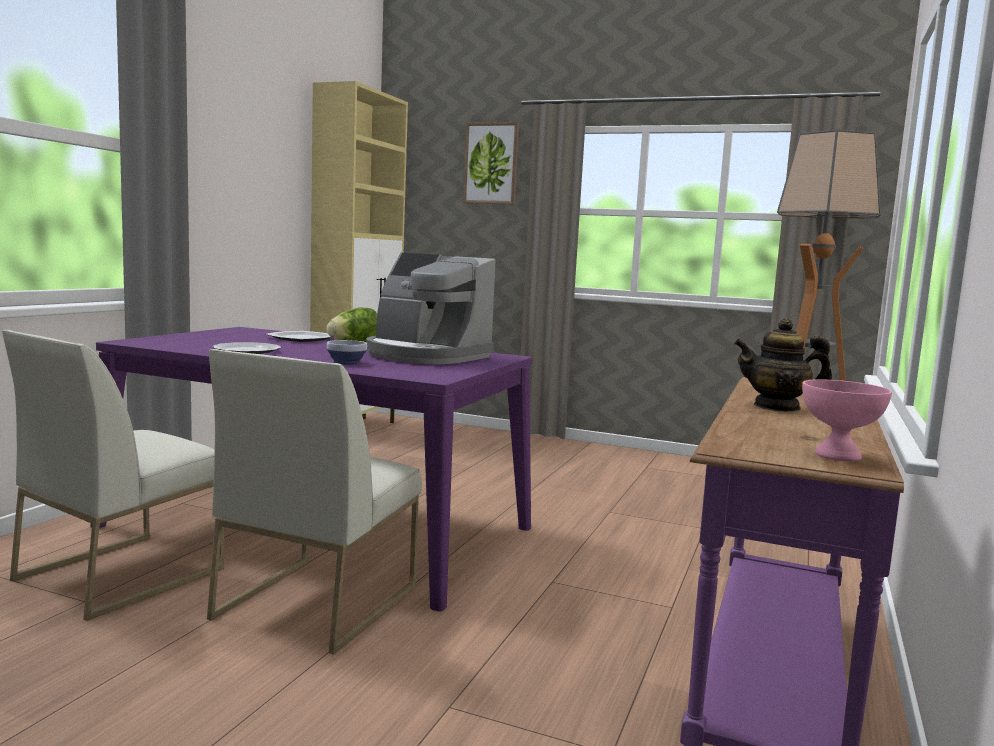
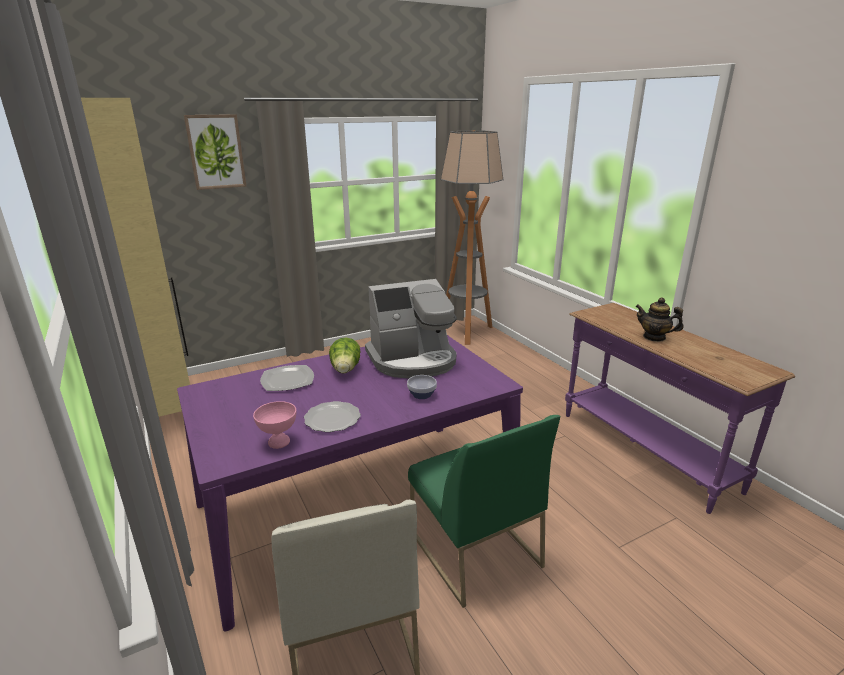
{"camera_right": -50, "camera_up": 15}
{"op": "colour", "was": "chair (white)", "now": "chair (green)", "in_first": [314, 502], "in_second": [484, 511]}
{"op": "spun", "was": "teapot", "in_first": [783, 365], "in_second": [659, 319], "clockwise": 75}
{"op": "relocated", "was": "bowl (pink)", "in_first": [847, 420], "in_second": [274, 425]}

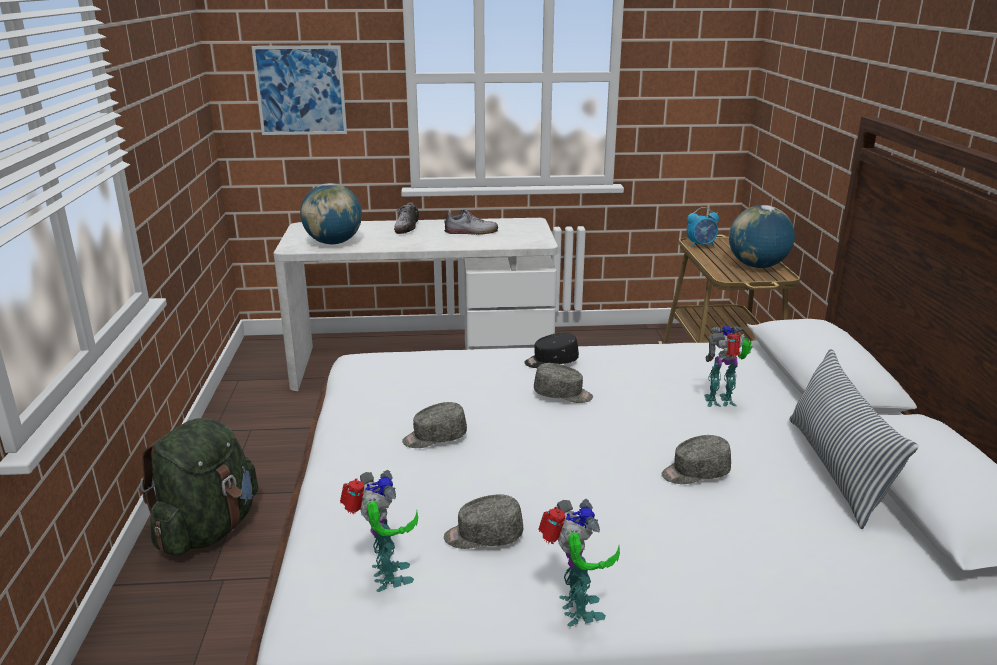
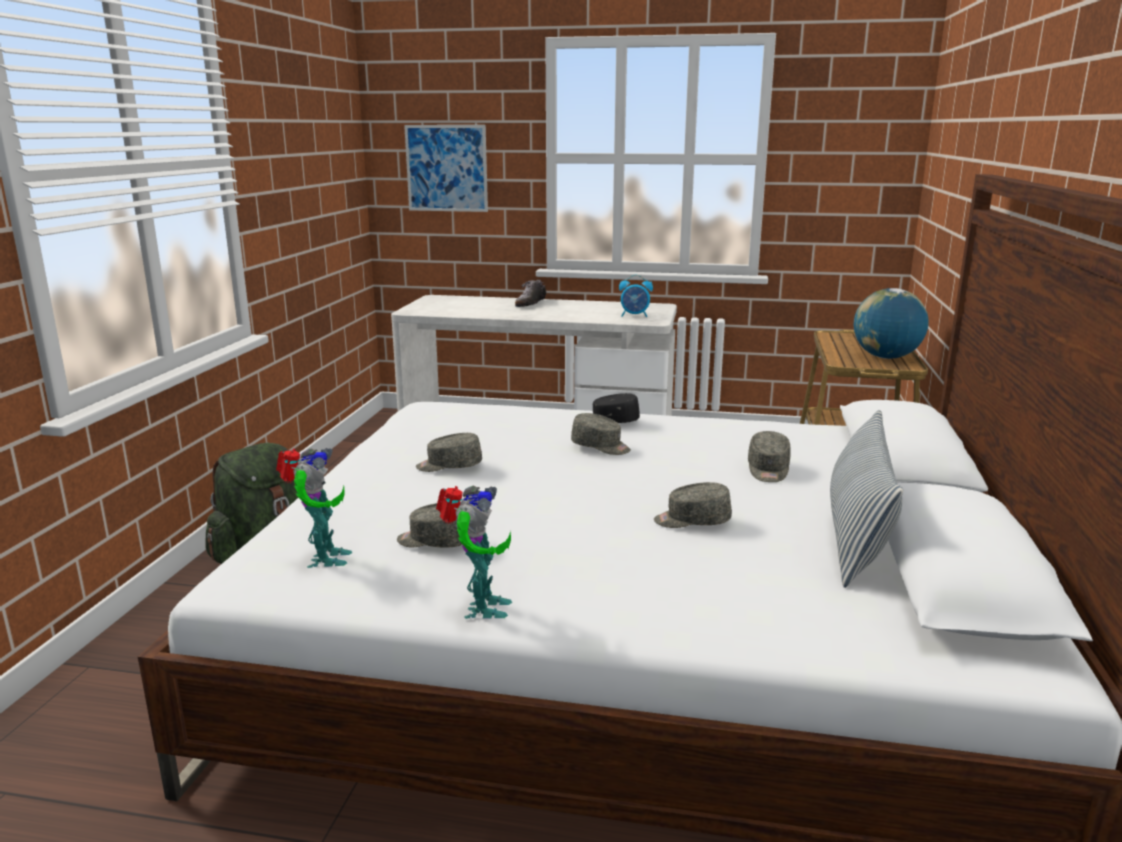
{"camera_right": 15, "camera_up": -5}
{"op": "missing", "was": "globe", "in_first": [331, 213]}
{"op": "missing", "was": "shoe", "in_first": [471, 222]}
{"op": "relocated", "was": "alarm clock", "in_first": [702, 227], "in_second": [636, 296]}
{"op": "exchanged", "was": "toy robot", "now": "cap (grey)", "in_first": [728, 366], "in_second": [769, 456]}

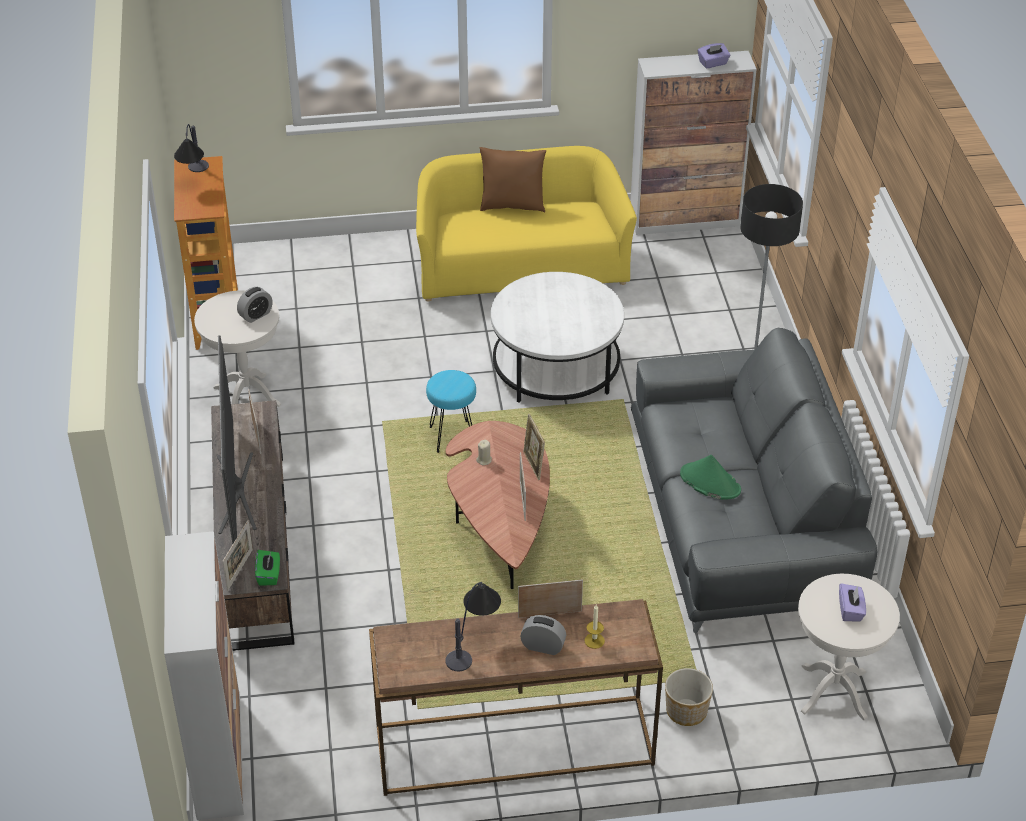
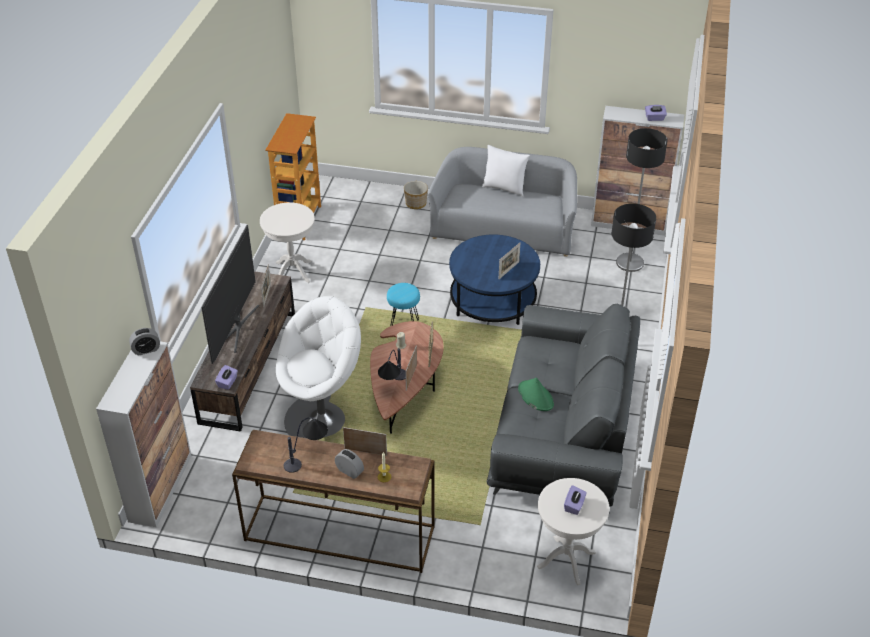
{"camera_right": 20, "camera_up": 0}
{"op": "relocated", "was": "table lamp", "in_first": [191, 148], "in_second": [392, 364]}
{"op": "relocated", "was": "picture frame", "in_first": [237, 555], "in_second": [509, 261]}
{"op": "relocated", "was": "alarm clock", "in_first": [255, 305], "in_second": [144, 342]}
{"op": "colour", "was": "tissue box (green)", "now": "tissue box (purple)", "in_first": [267, 568], "in_second": [226, 377]}
{"op": "colour", "was": "sofa (yellow)", "now": "sofa (grey)", "in_first": [526, 224], "in_second": [502, 202]}
{"op": "colour", "was": "pillow (brown)", "now": "pillow (white)", "in_first": [513, 180], "in_second": [506, 171]}
{"op": "colour", "was": "coffee table (white)", "now": "coffee table (blue)", "in_first": [557, 337], "in_second": [494, 279]}
{"op": "relocated", "was": "planter", "in_first": [689, 697], "in_second": [416, 195]}
{"op": "appeared", "now": "armchair (white)", "in_second": [318, 367]}
{"op": "appeared", "now": "floor lamp", "in_second": [642, 200]}

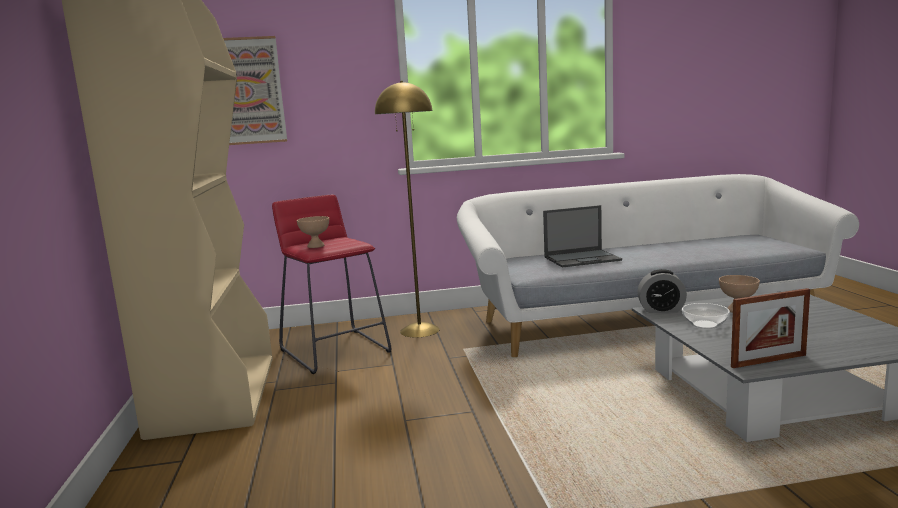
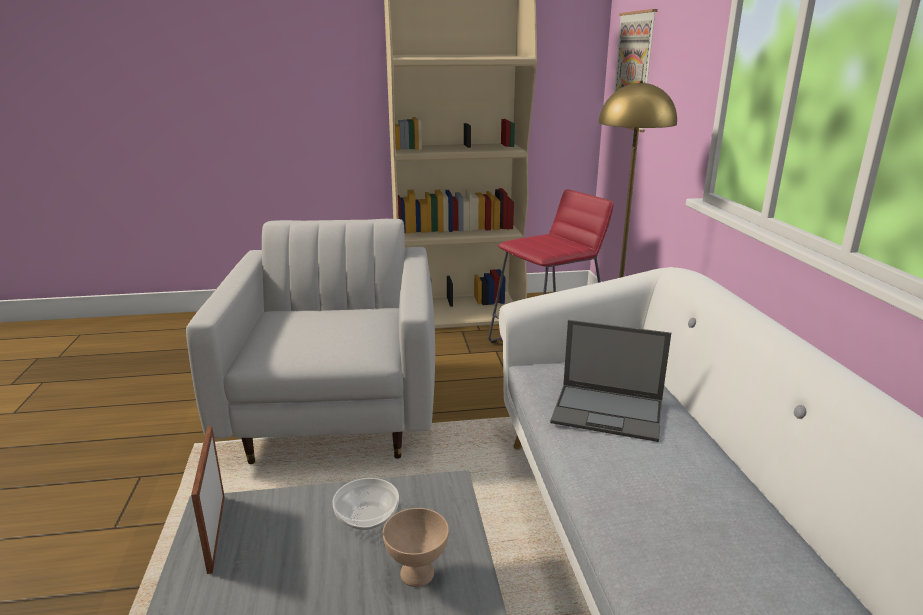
{"camera_right": 90, "camera_up": 10}
{"op": "missing", "was": "bowl (beige)", "in_first": [313, 232]}
{"op": "spun", "was": "laptop", "in_first": [582, 236], "in_second": [610, 381], "clockwise": -60}
{"op": "missing", "was": "alarm clock", "in_first": [662, 291]}
{"op": "appeared", "now": "armchair (white)", "in_second": [310, 341]}

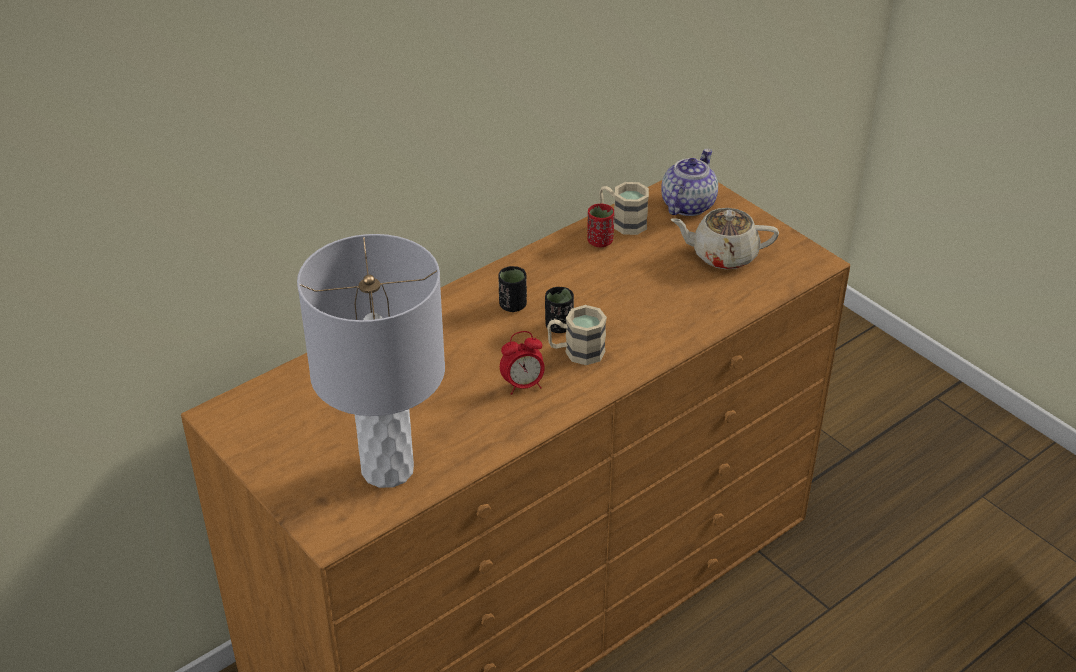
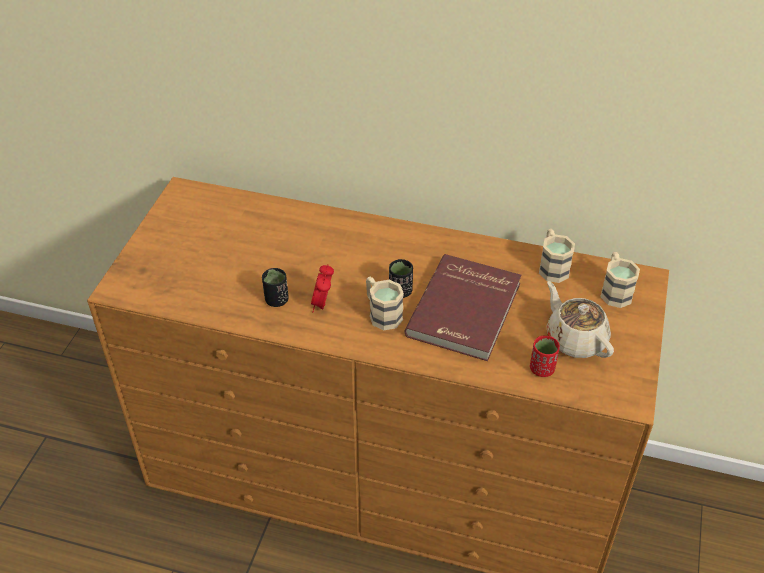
{"camera_right": 55, "camera_up": 5}
{"op": "missing", "was": "table lamp (grey)", "in_first": [371, 361]}
{"op": "relocated", "was": "cup (black)", "in_first": [512, 289], "in_second": [275, 287]}
{"op": "spun", "was": "alarm clock", "in_first": [522, 363], "in_second": [322, 288], "clockwise": 60}
{"op": "relocated", "was": "cup (red)", "in_first": [600, 225], "in_second": [545, 356]}
{"op": "exchanged", "was": "teapot", "now": "mug (beige)", "in_first": [689, 182], "in_second": [620, 280]}
{"op": "appeared", "now": "book (red)", "in_second": [463, 307]}

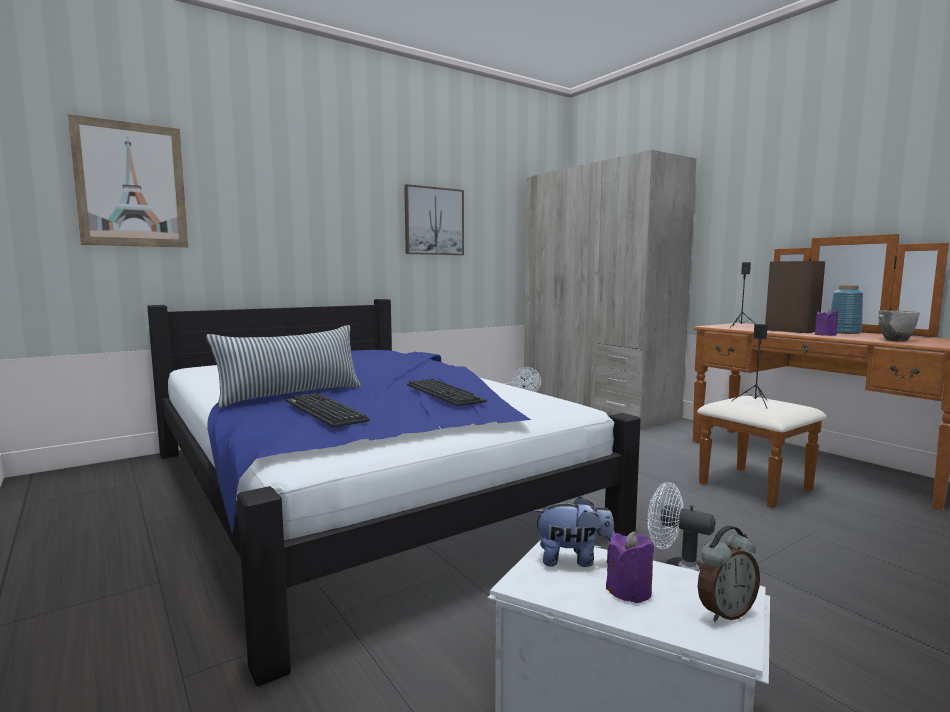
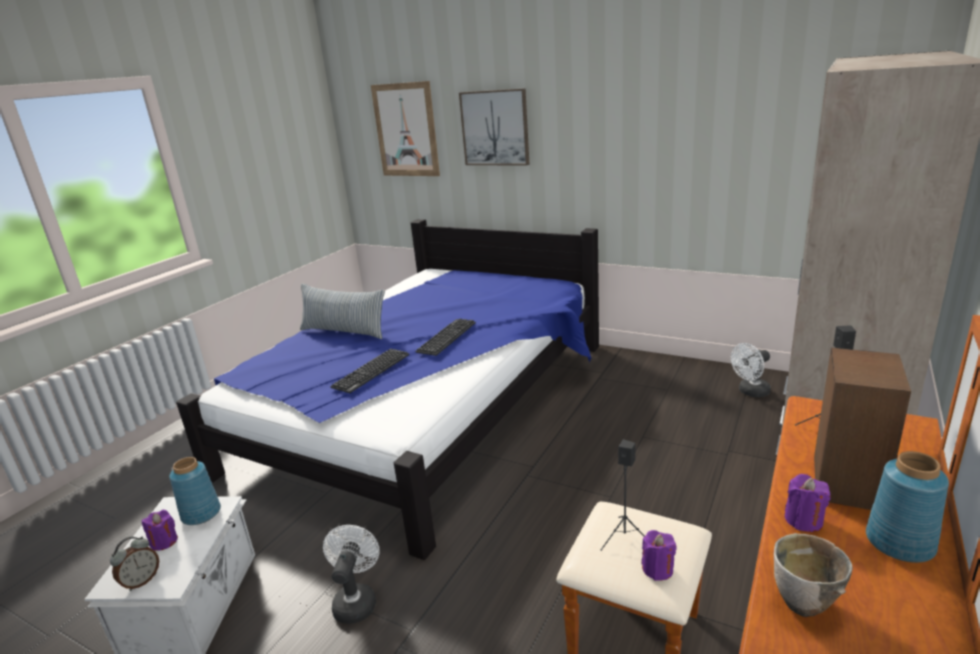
{"camera_right": 65, "camera_up": 15}
{"op": "relocated", "was": "keyboard", "in_first": [328, 410], "in_second": [445, 337]}
{"op": "relocated", "was": "picture", "in_first": [434, 219], "in_second": [494, 126]}
{"op": "exchanged", "was": "plush toy", "now": "vase (blue)", "in_first": [574, 532], "in_second": [195, 491]}
{"op": "spun", "was": "alarm clock", "in_first": [729, 574], "in_second": [134, 564], "clockwise": -90}
{"op": "appeared", "now": "candle (purple)", "in_second": [659, 555]}

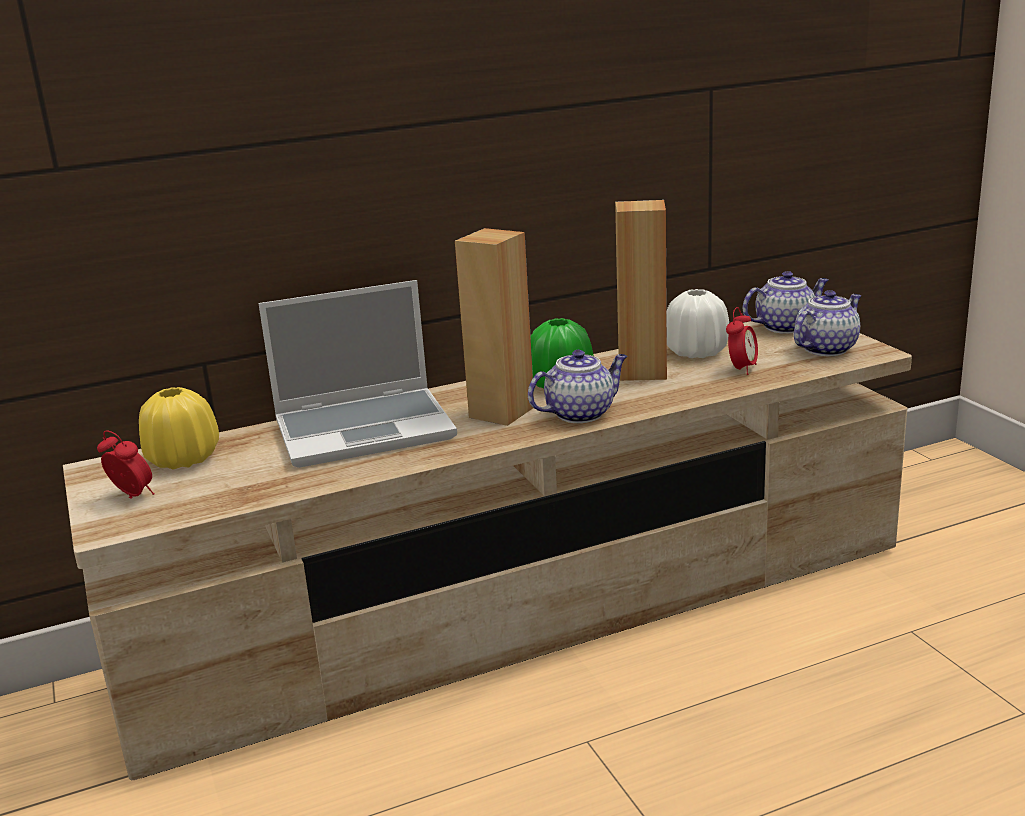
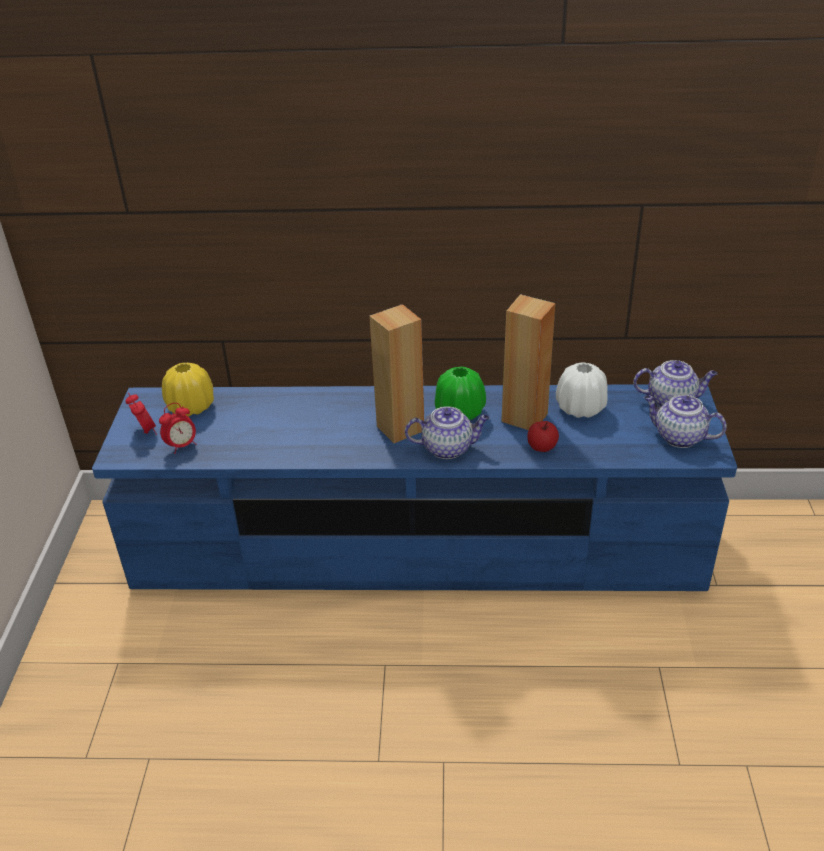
{"camera_right": 25, "camera_up": 15}
{"op": "colour", "was": "tv stand (beige)", "now": "tv stand (blue)", "in_first": [487, 550], "in_second": [414, 487]}
{"op": "missing", "was": "laptop", "in_first": [357, 374]}
{"op": "relocated", "was": "alarm clock", "in_first": [742, 341], "in_second": [177, 428]}
{"op": "spun", "was": "teapot", "in_first": [827, 323], "in_second": [685, 421], "clockwise": -135}
{"op": "appeared", "now": "apple", "in_second": [543, 436]}

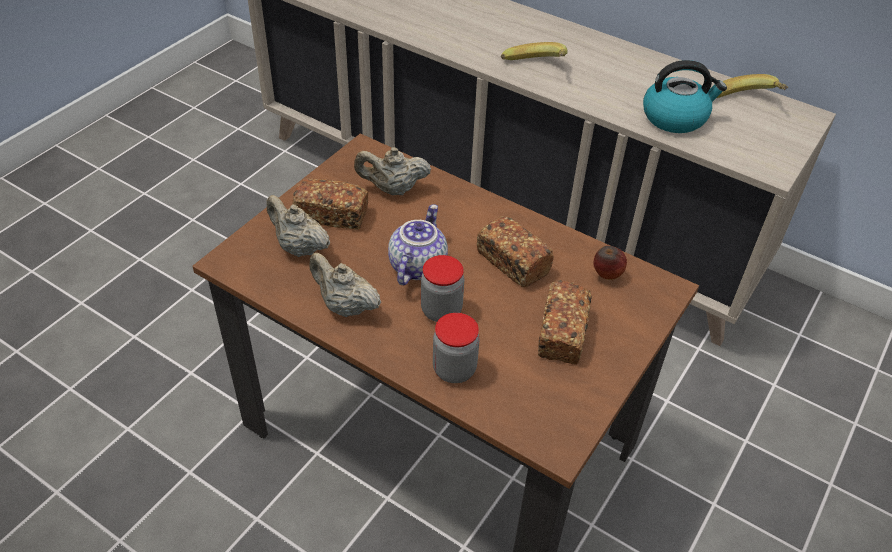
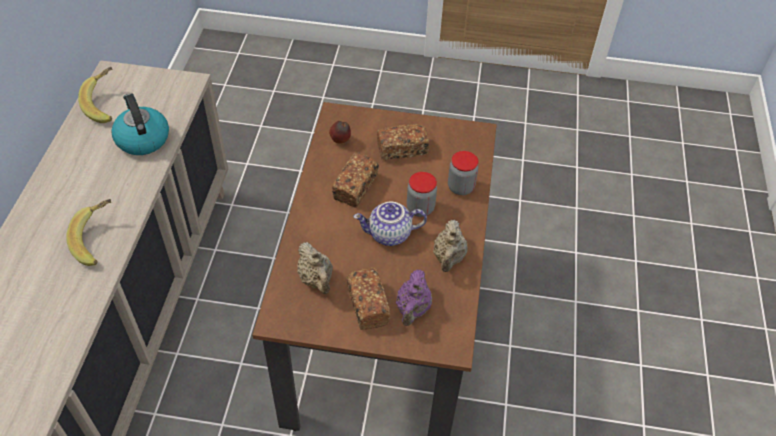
{"camera_right": -115, "camera_up": 5}
{"op": "colour", "was": "teapot (beige)", "now": "teapot (purple)", "in_first": [298, 226], "in_second": [414, 297]}

